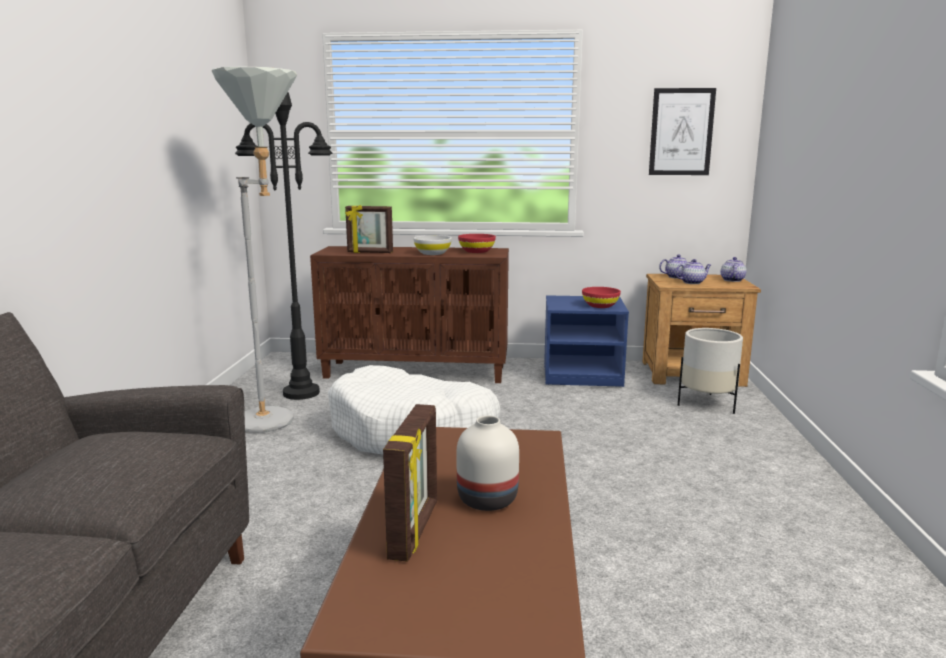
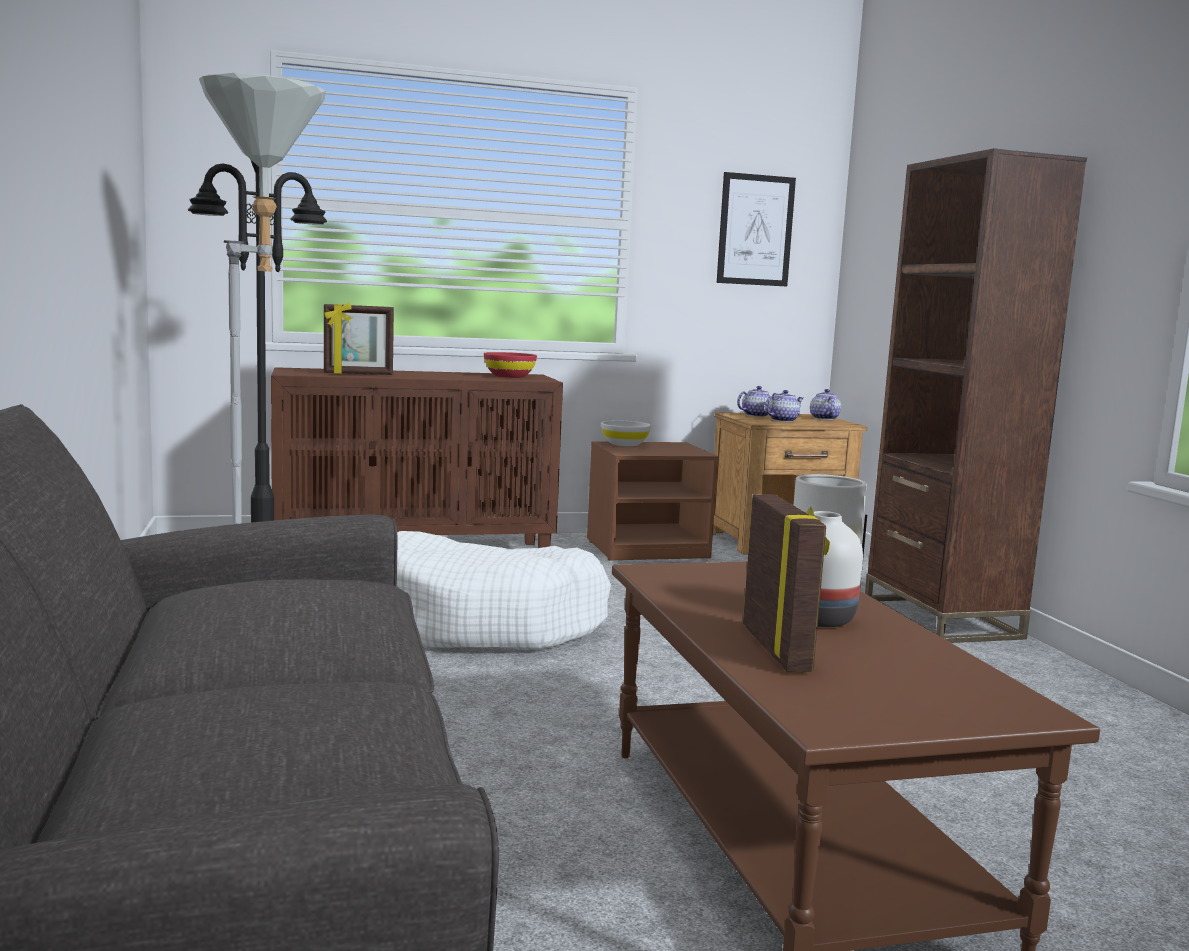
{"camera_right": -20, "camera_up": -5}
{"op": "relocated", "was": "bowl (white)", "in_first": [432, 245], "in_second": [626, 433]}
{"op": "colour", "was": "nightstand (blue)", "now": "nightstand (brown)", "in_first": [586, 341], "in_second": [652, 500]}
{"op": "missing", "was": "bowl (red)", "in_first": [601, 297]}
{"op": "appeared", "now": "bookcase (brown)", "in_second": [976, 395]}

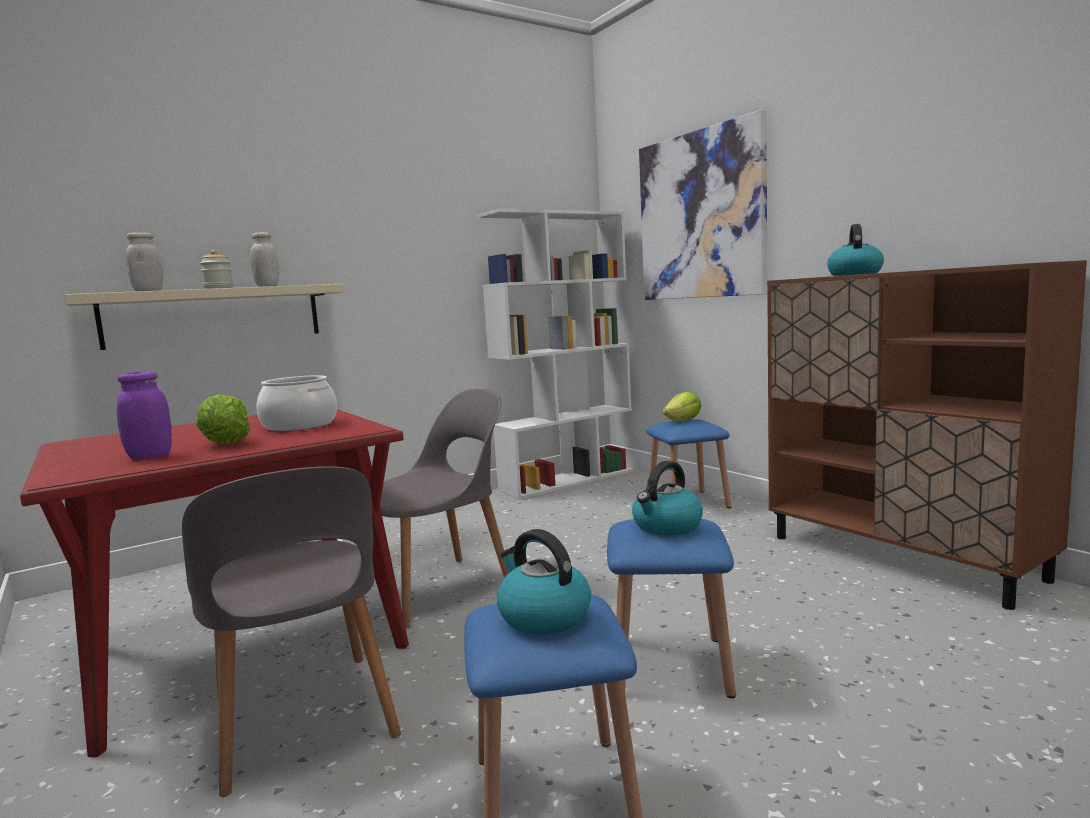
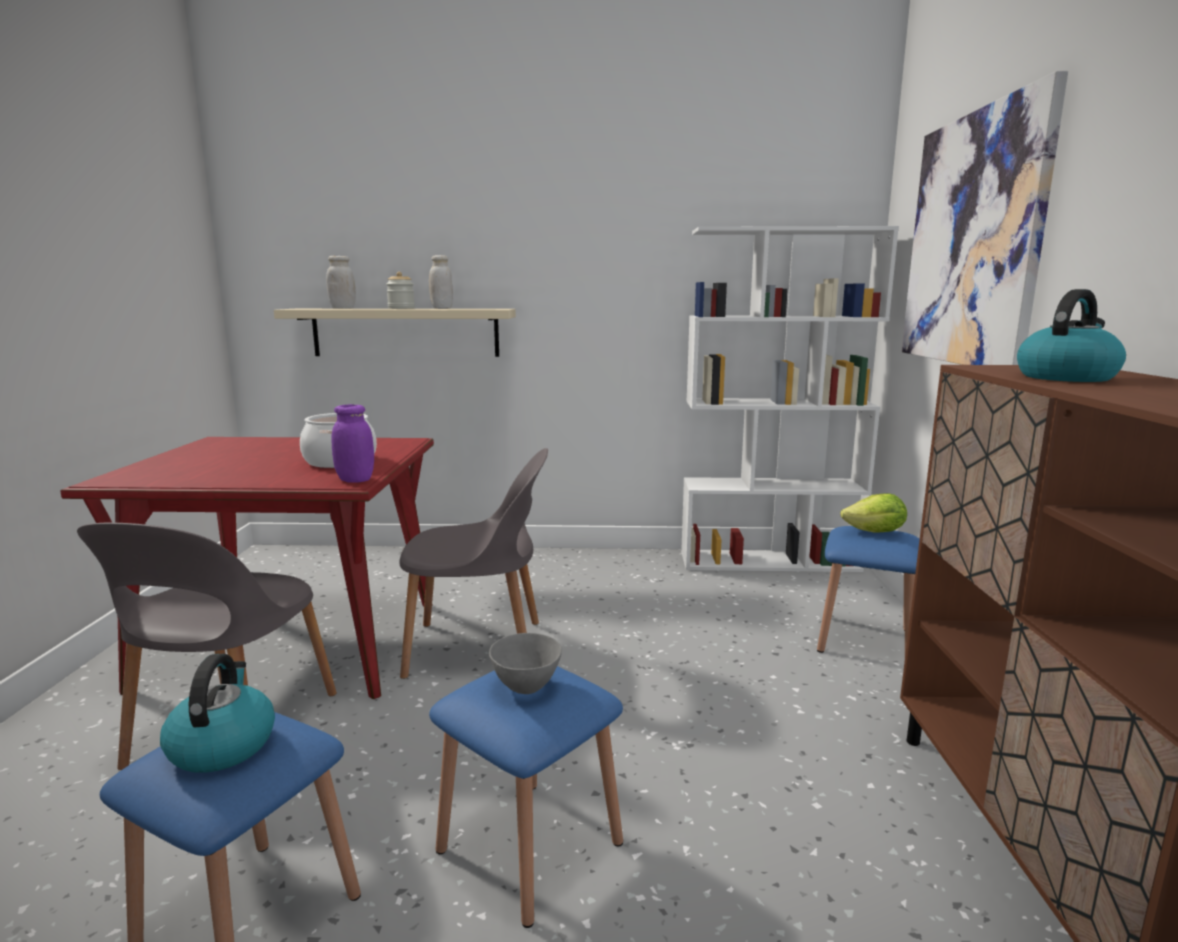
{"camera_right": 35, "camera_up": 5}
{"op": "relocated", "was": "jar (purple)", "in_first": [144, 415], "in_second": [352, 443]}
{"op": "missing", "was": "lettuce", "in_first": [223, 419]}
{"op": "exchanged", "was": "kettle", "now": "bowl (grey)", "in_first": [667, 498], "in_second": [525, 663]}

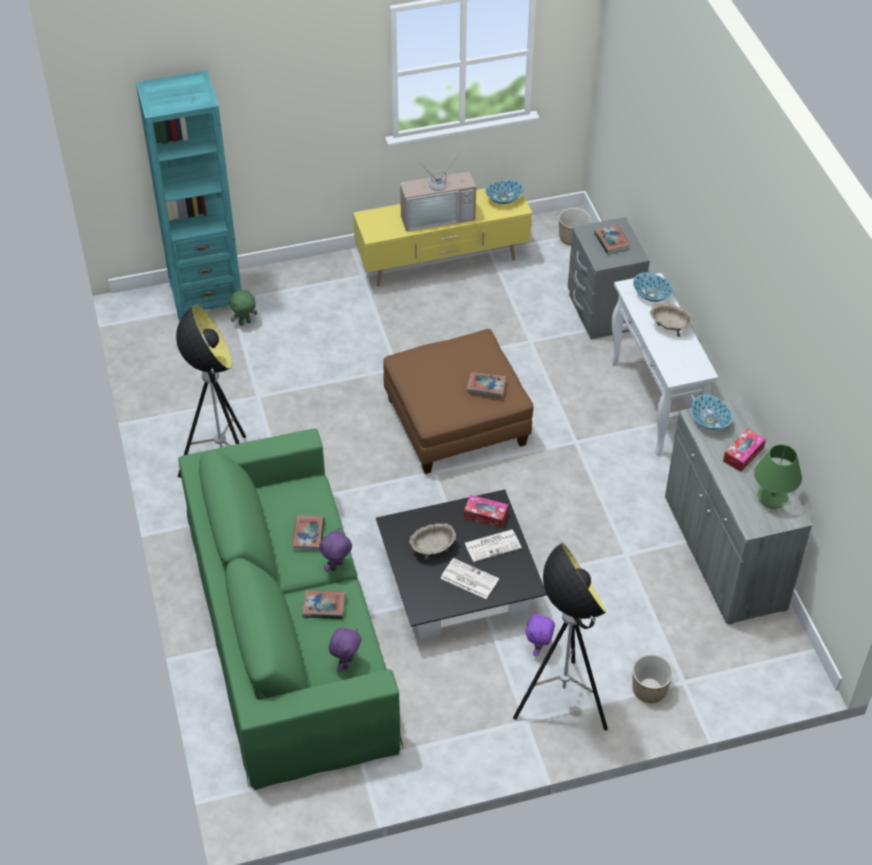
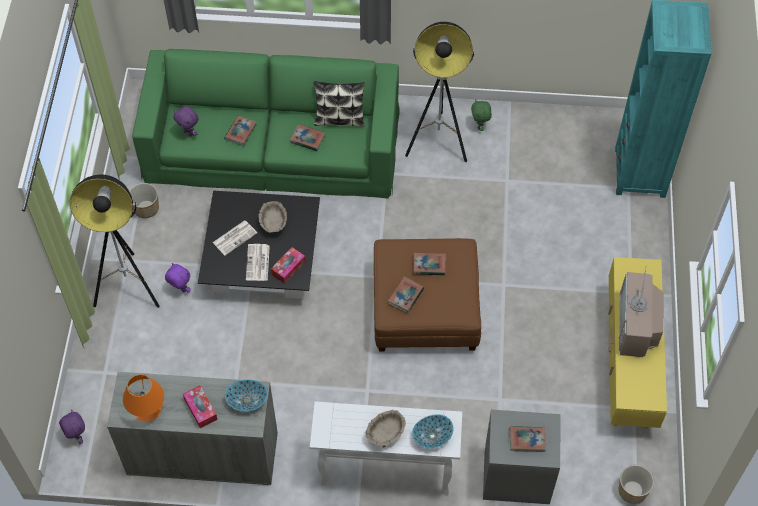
{"camera_right": 110, "camera_up": 10}
{"op": "relocated", "was": "plush toy (green)", "in_first": [243, 308], "in_second": [481, 115]}
{"op": "relocated", "was": "plush toy (purple)", "in_first": [335, 550], "in_second": [72, 427]}
{"op": "missing", "was": "bowl", "in_first": [504, 192]}
{"op": "relocated", "was": "planter", "in_first": [652, 678], "in_second": [144, 200]}
{"op": "colour", "was": "table lamp (green)", "now": "table lamp (orange)", "in_first": [778, 476], "in_second": [143, 398]}
{"op": "appeared", "now": "pillow", "in_second": [339, 104]}
{"op": "appeared", "now": "book", "in_second": [429, 263]}

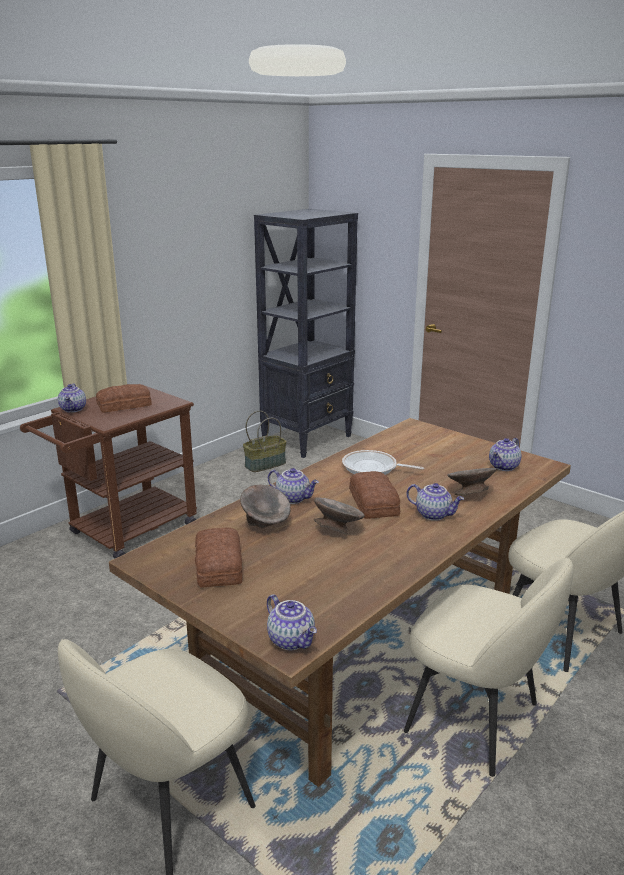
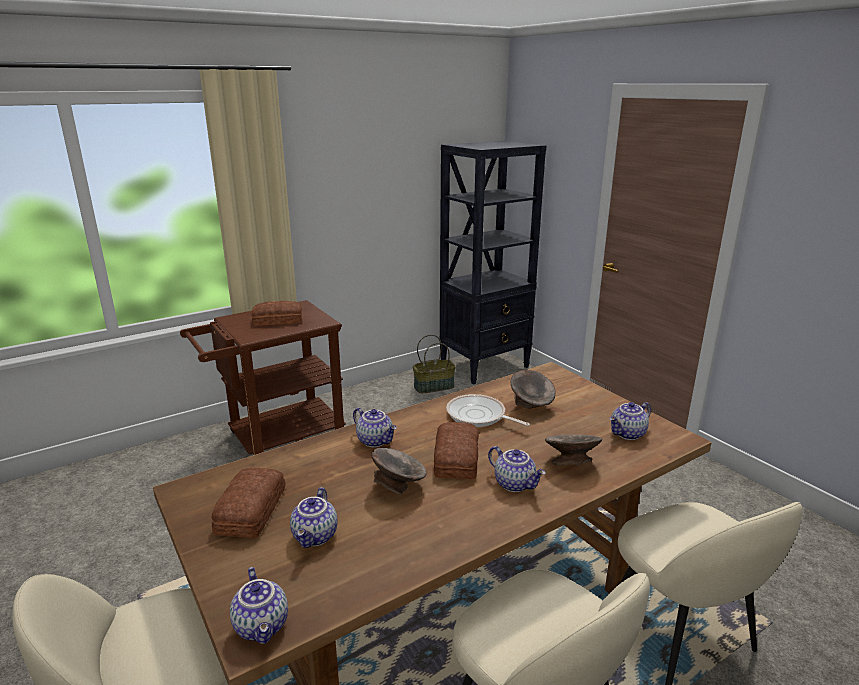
{"camera_right": 15, "camera_up": 0}
{"op": "relocated", "was": "teapot", "in_first": [72, 398], "in_second": [314, 517]}
{"op": "relocated", "was": "bowl (grey)", "in_first": [265, 506], "in_second": [533, 389]}

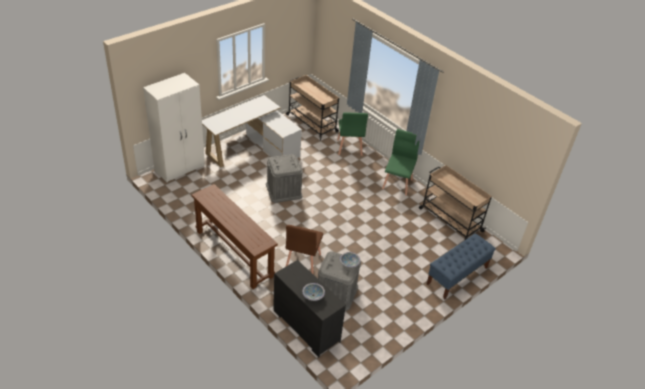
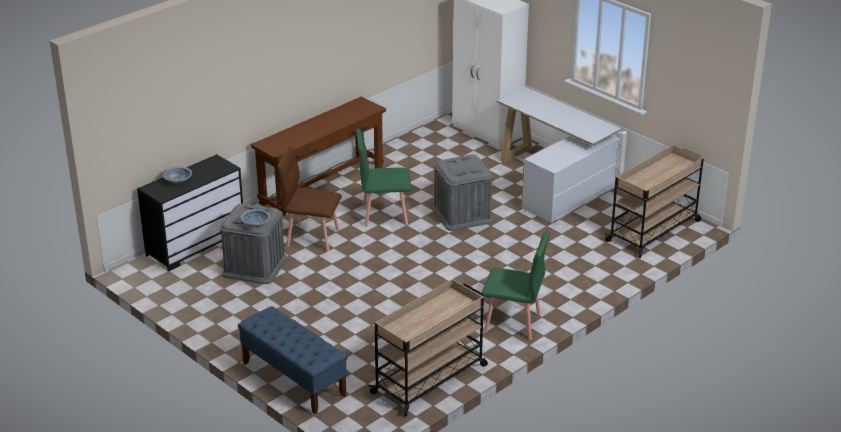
{"camera_right": 90, "camera_up": -10}
{"op": "relocated", "was": "chair (green)", "in_first": [352, 134], "in_second": [384, 177]}

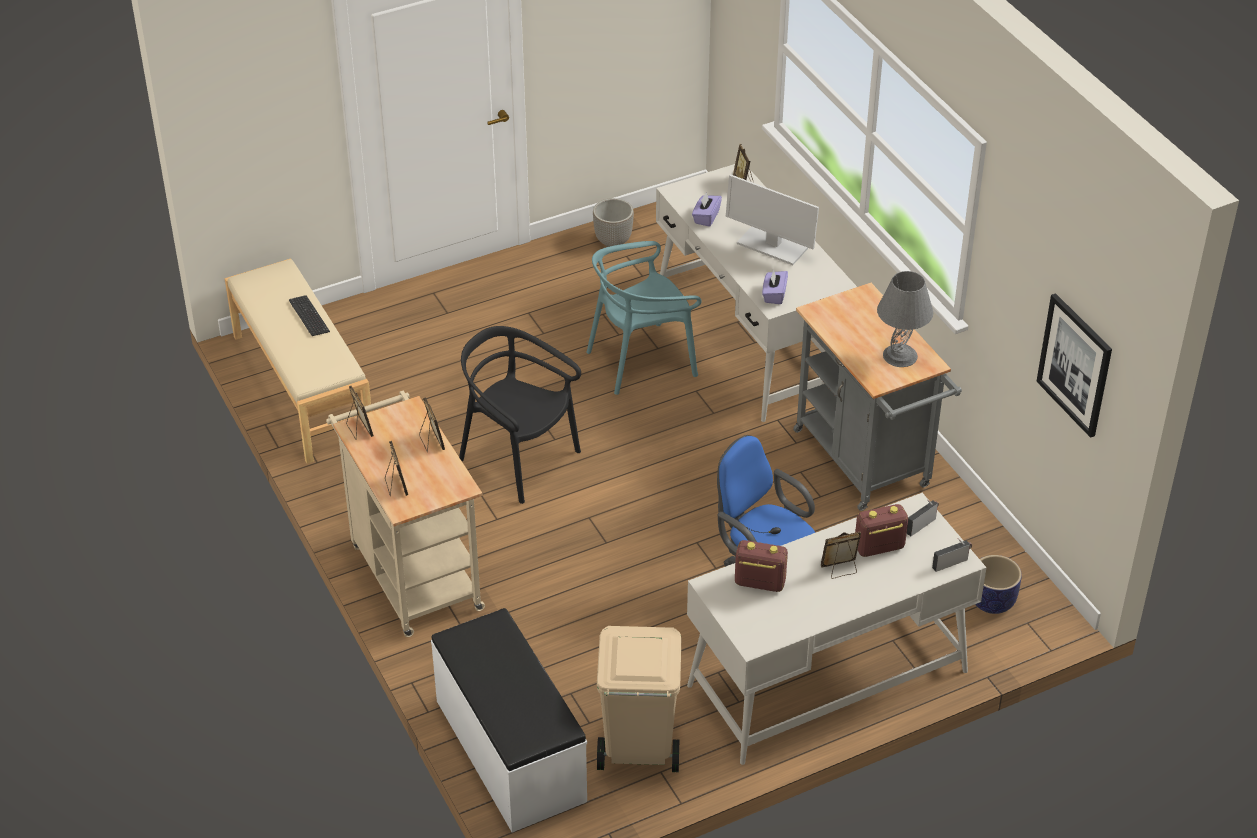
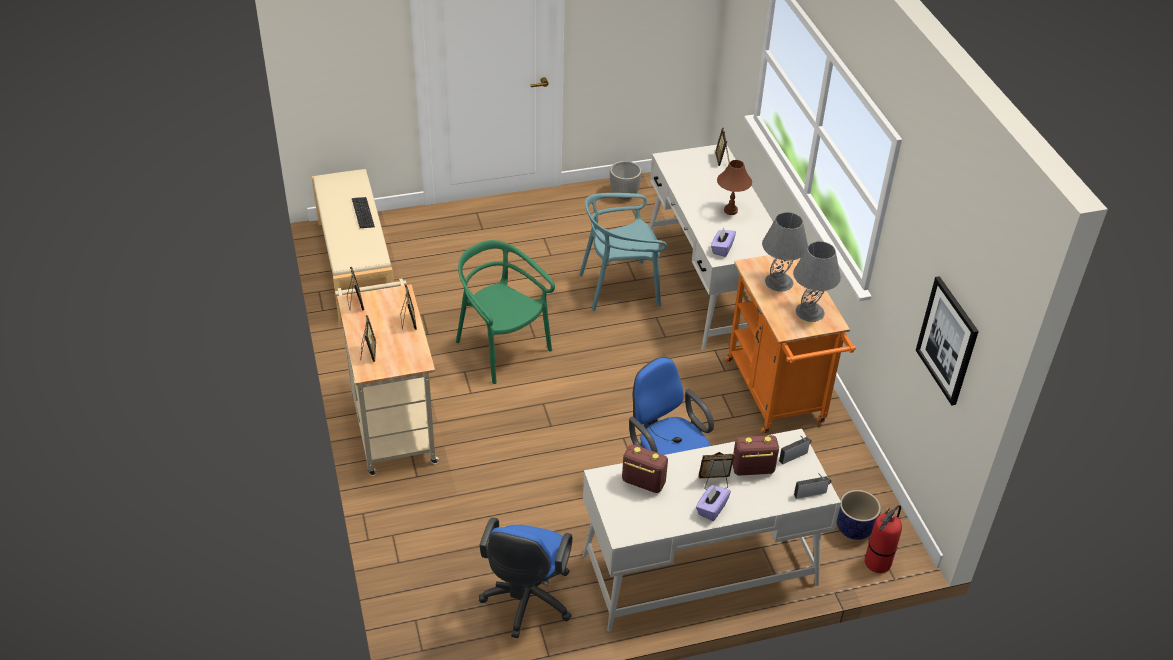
{"camera_right": 10, "camera_up": 0}
{"op": "missing", "was": "bench (white)", "in_first": [509, 720]}
{"op": "colour", "was": "chair (black)", "now": "chair (green)", "in_first": [520, 415], "in_second": [505, 312]}
{"op": "exchanged", "was": "trash can (beige)", "now": "office chair (blue)", "in_first": [639, 699], "in_second": [525, 577]}
{"op": "relocated", "was": "tissue box (purple)", "in_first": [707, 209], "in_second": [713, 503]}
{"op": "exchanged", "was": "monitor", "now": "table lamp (brown)", "in_first": [772, 219], "in_second": [734, 187]}
{"op": "colour", "was": "cart (grey)", "now": "cart (orange)", "in_first": [877, 397], "in_second": [790, 344]}
{"op": "appeared", "now": "table lamp (grey)", "in_second": [785, 252]}
{"op": "appeared", "now": "fire extinguisher", "in_second": [883, 539]}

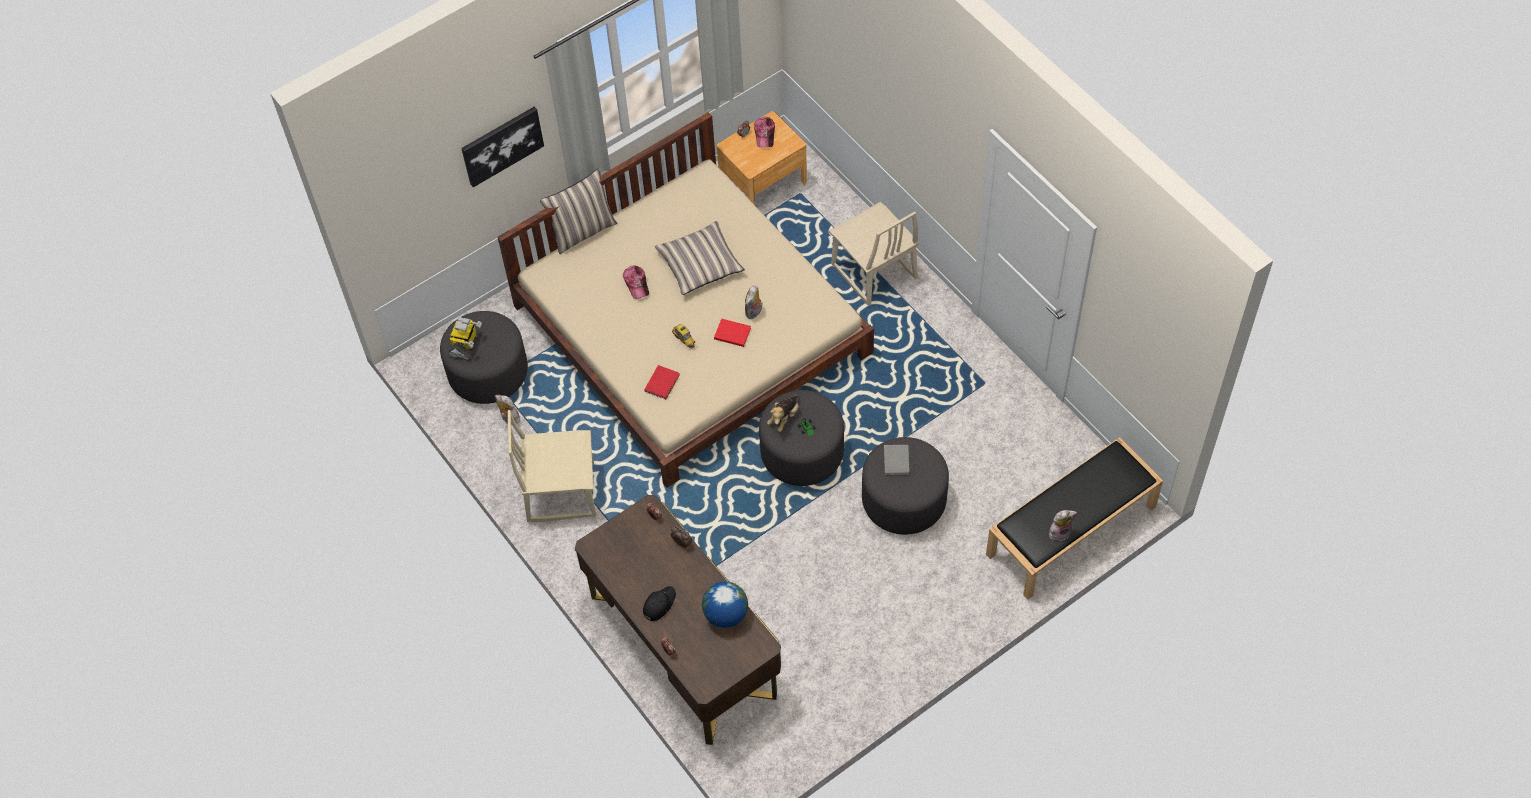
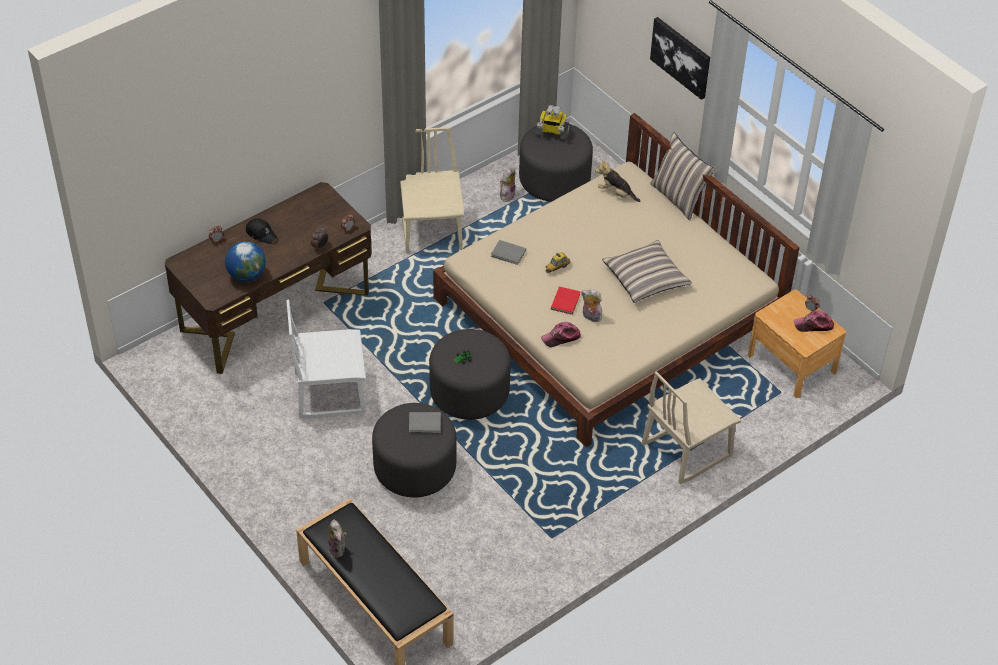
{"camera_right": 85, "camera_up": -10}
{"op": "relocated", "was": "cap", "in_first": [636, 282], "in_second": [561, 334]}
{"op": "colour", "was": "book (red)", "now": "book (grey)", "in_first": [662, 382], "in_second": [508, 252]}
{"op": "relocated", "was": "plush toy", "in_first": [783, 413], "in_second": [618, 180]}
{"op": "appeared", "now": "chair (white)", "in_second": [326, 359]}

